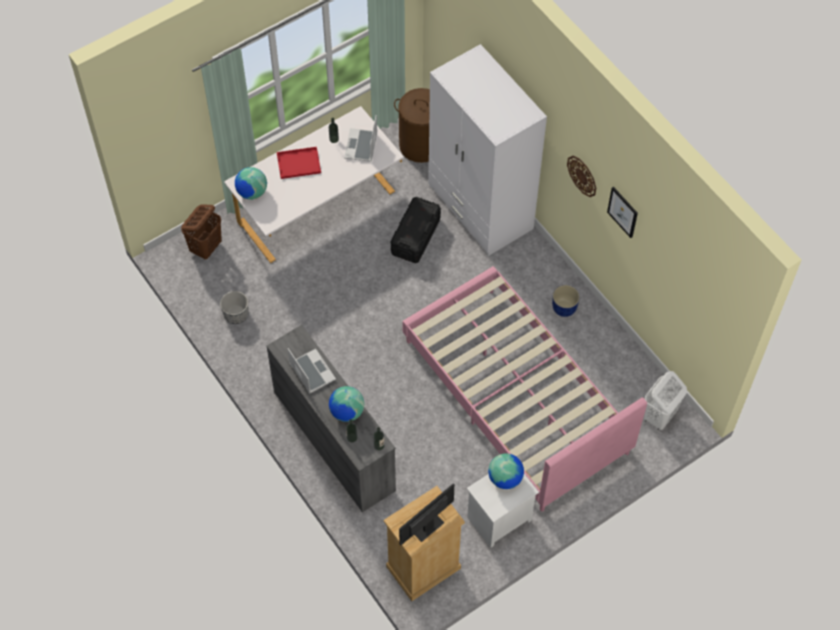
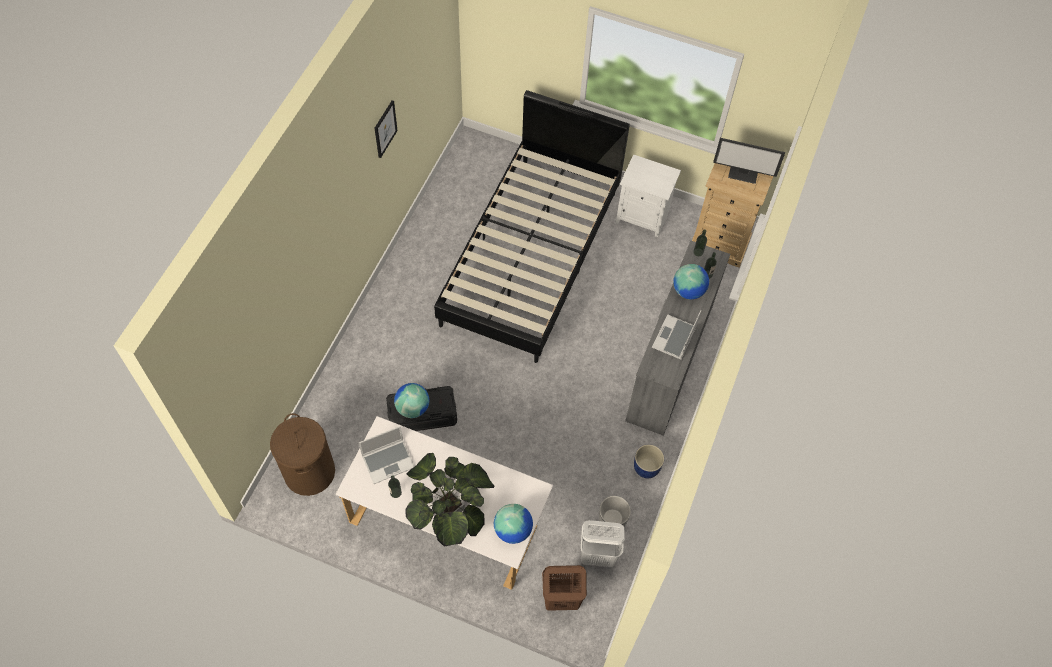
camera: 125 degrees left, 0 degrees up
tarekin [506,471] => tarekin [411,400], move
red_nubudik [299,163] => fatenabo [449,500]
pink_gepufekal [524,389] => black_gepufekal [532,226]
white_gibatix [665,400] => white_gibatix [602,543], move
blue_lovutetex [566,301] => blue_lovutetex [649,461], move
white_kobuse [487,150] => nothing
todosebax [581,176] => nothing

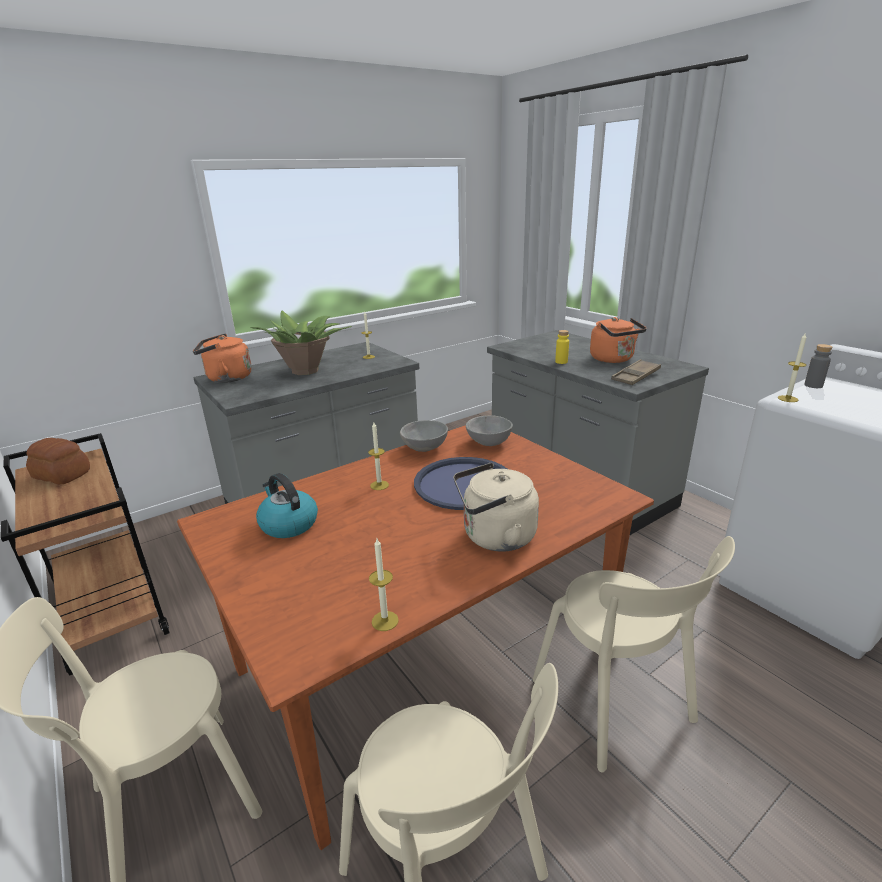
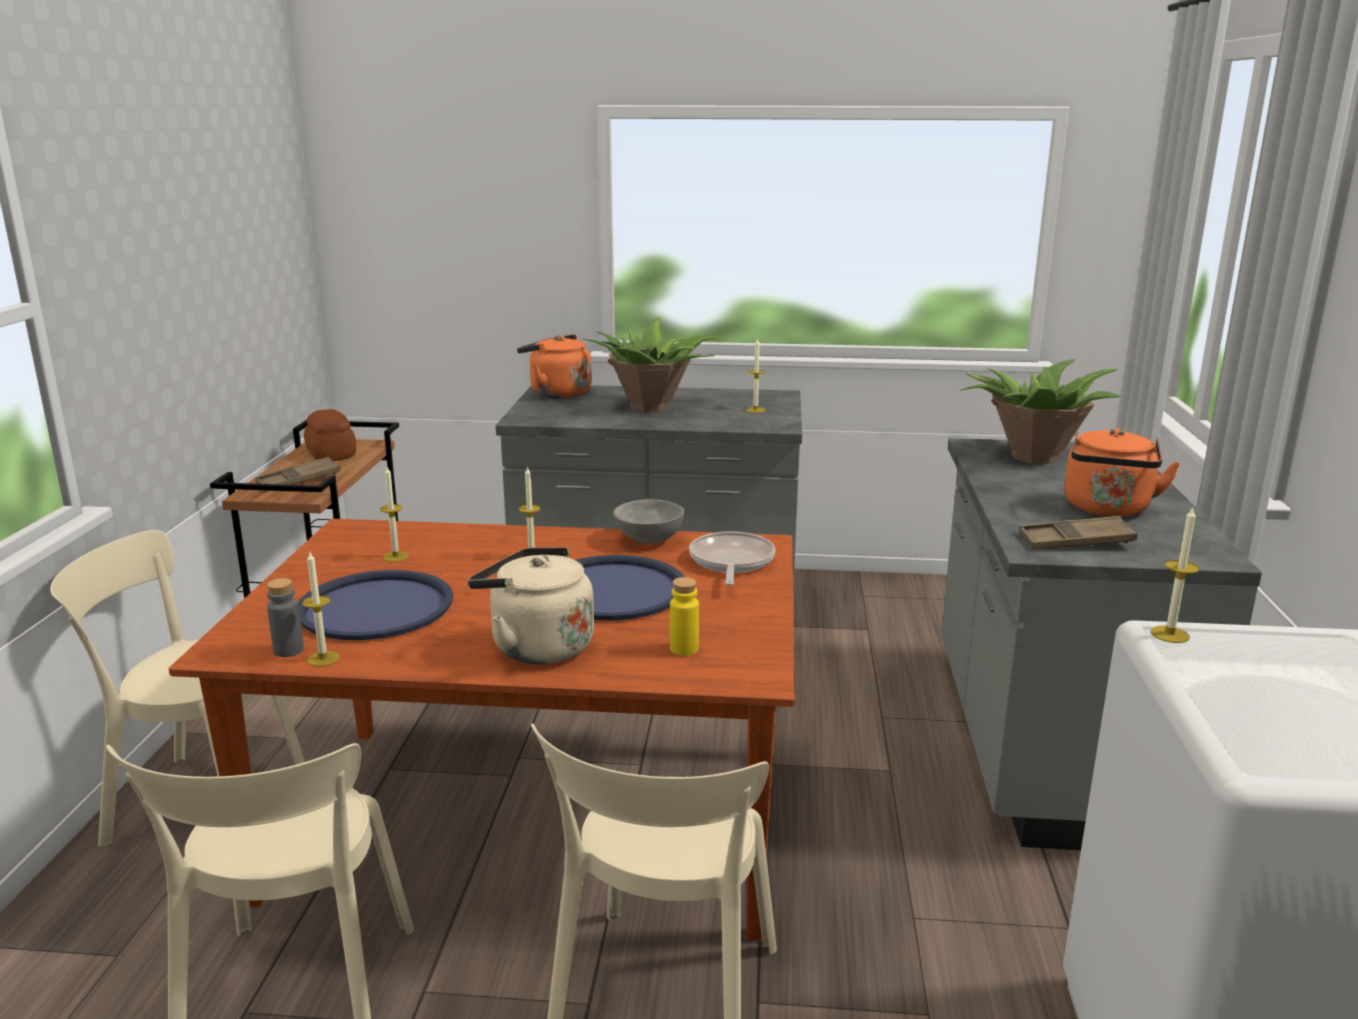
camera: 40 degrees right, 5 degrees down
nothing => brown_nubudik [298,474]
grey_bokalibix [818,366] => grey_bokalibix [285,617], move
nothing => blue_nubudik [375,605]
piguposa [287,505] => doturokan [394,514]
yellow_bokalibix [562,347] => yellow_bokalibix [684,616], move
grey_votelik [489,430] => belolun [732,558]
nothing => fatenabo [1040,411]

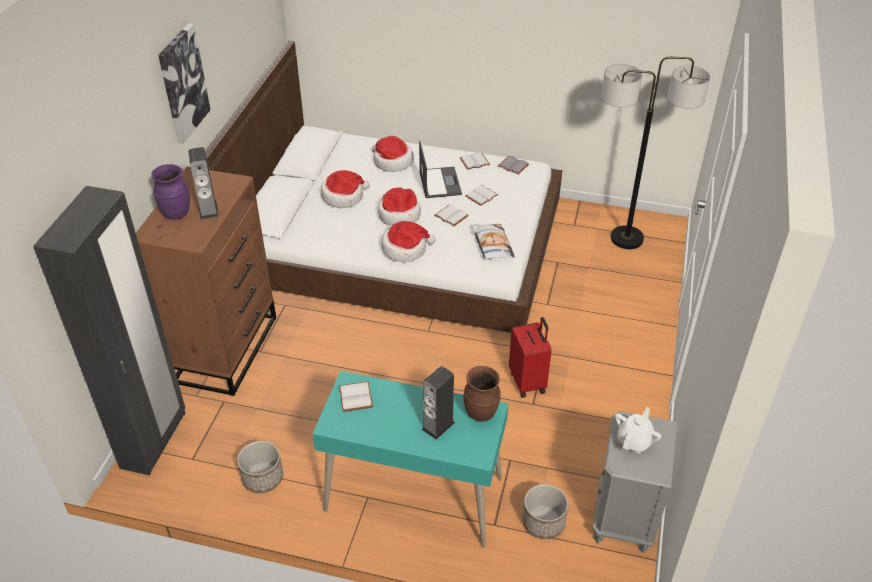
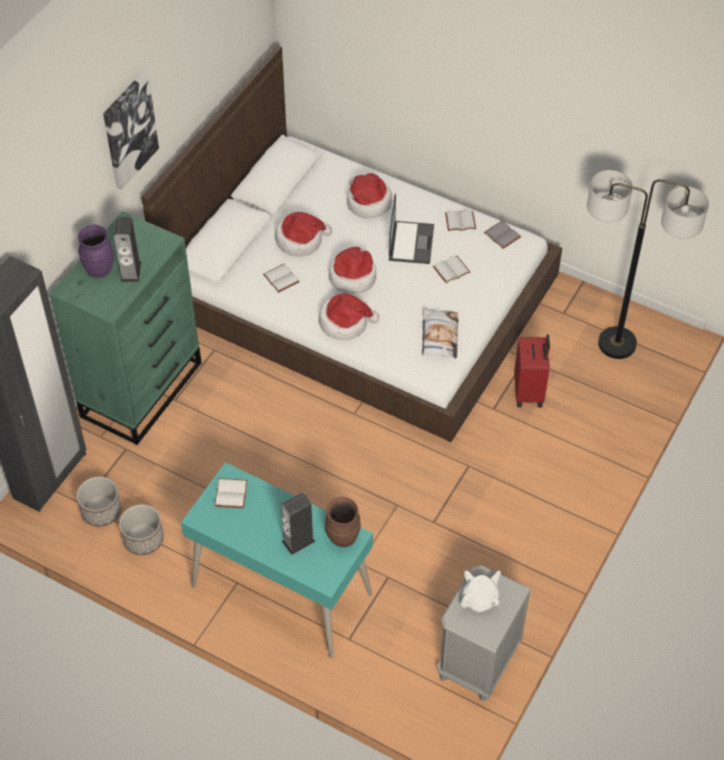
camera: 15 degrees right, 10 degrees up
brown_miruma [206,281] => green_miruma [125,328]
lovutetex [545,511] => lovutetex [99,502], move
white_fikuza [451,215] => white_fikuza [281,278], move
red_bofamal [530,357] => red_bofamal [532,371], move

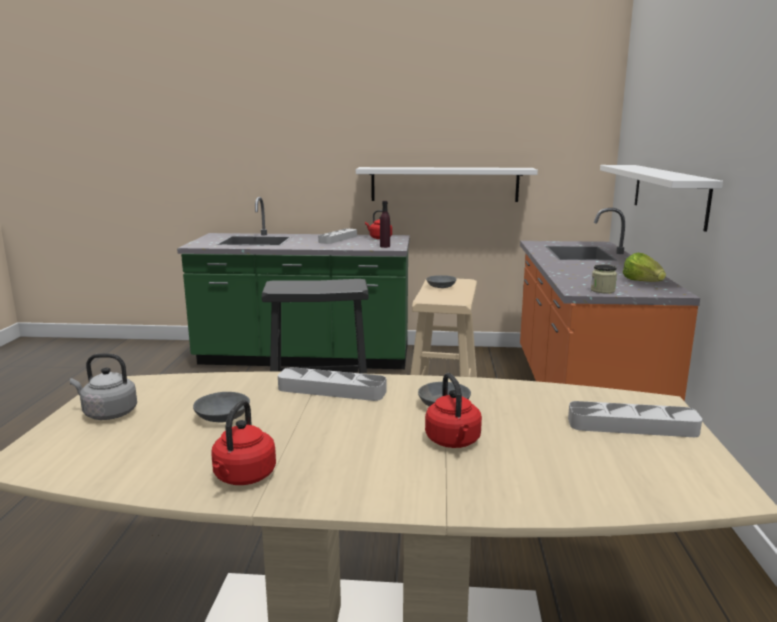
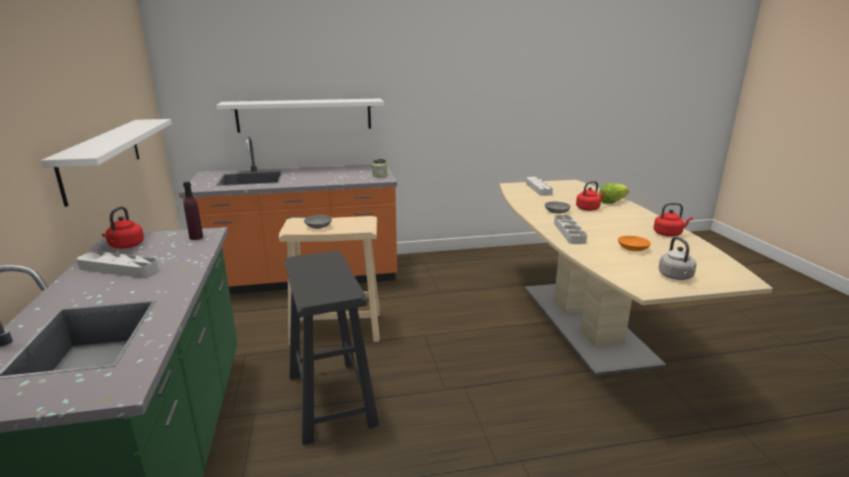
camera: 105 degrees left, 5 degrees up
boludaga [644,267] => boludaga [614,193], move
grey_votelik [221,407] => orange_votelik [634,243]

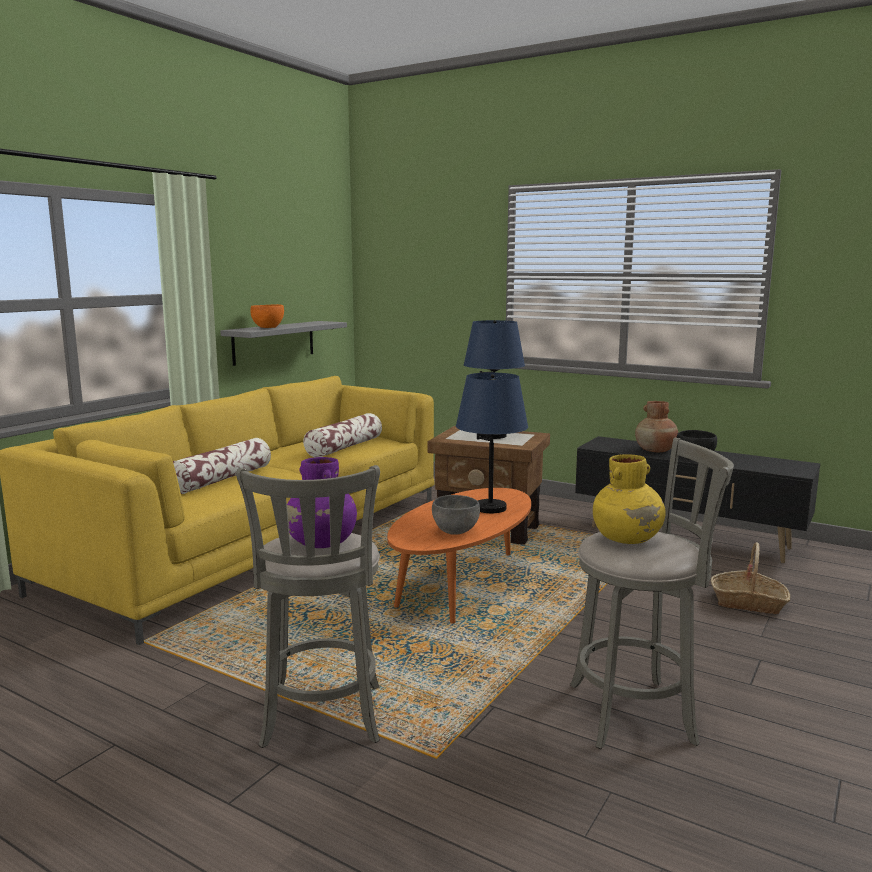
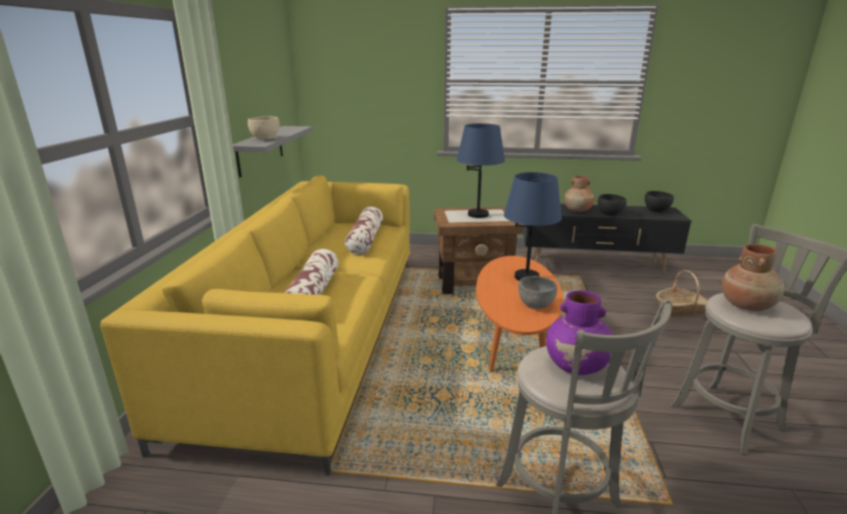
camera: 25 degrees left, 10 degrees up
orange_votelik [267,316] => beige_votelik [264,128]
nothing => black_votelik [659,201]
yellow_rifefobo [629,499] => brown_rifefobo [753,277]

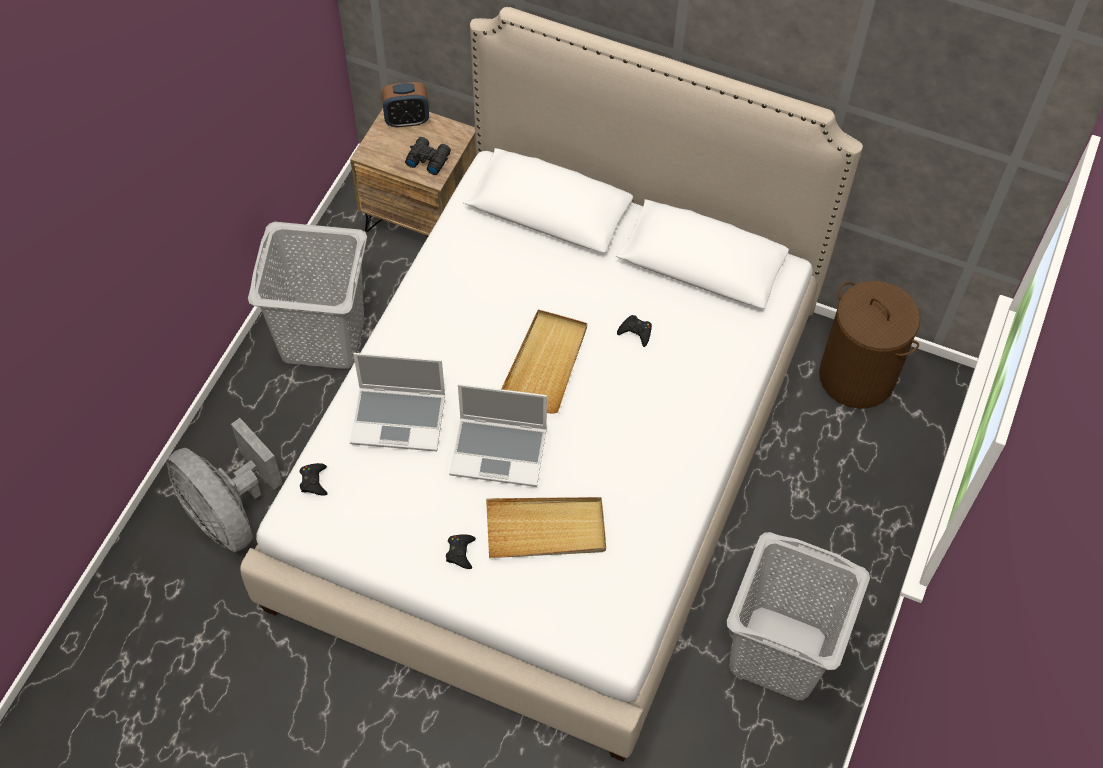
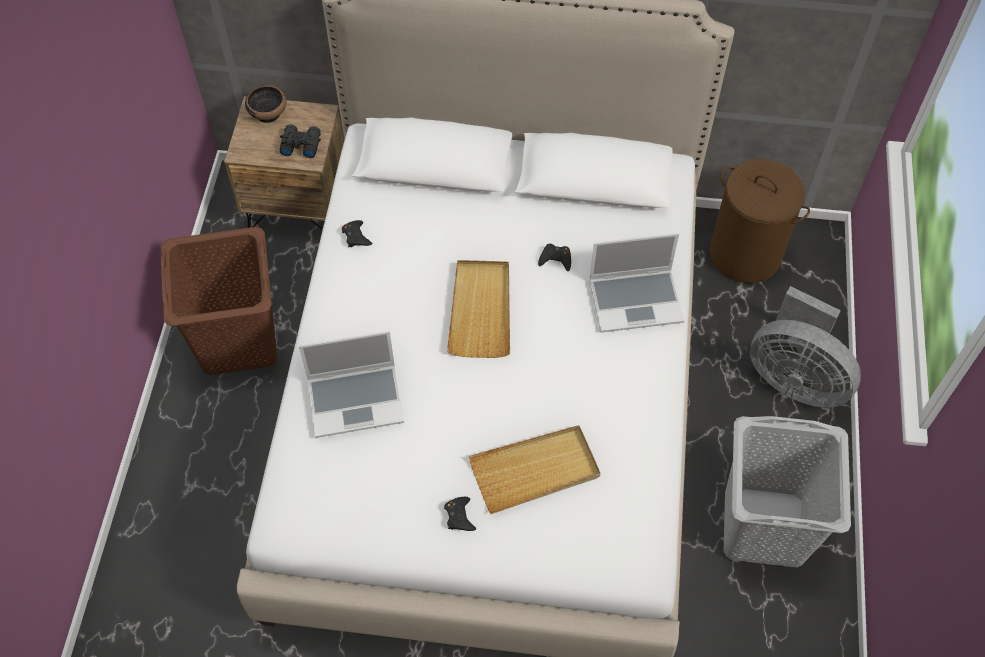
camera: 15 degrees left, 0 degrees up
grey_gibatix [307,295] => brown_gibatix [219,301]
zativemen [405,105] => votelik [265,104]
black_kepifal [313,479] => black_kepifal [357,233], move
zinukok [498,435] => zinukok [636,283], move
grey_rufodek [224,485] => grey_rufodek [805,347], move

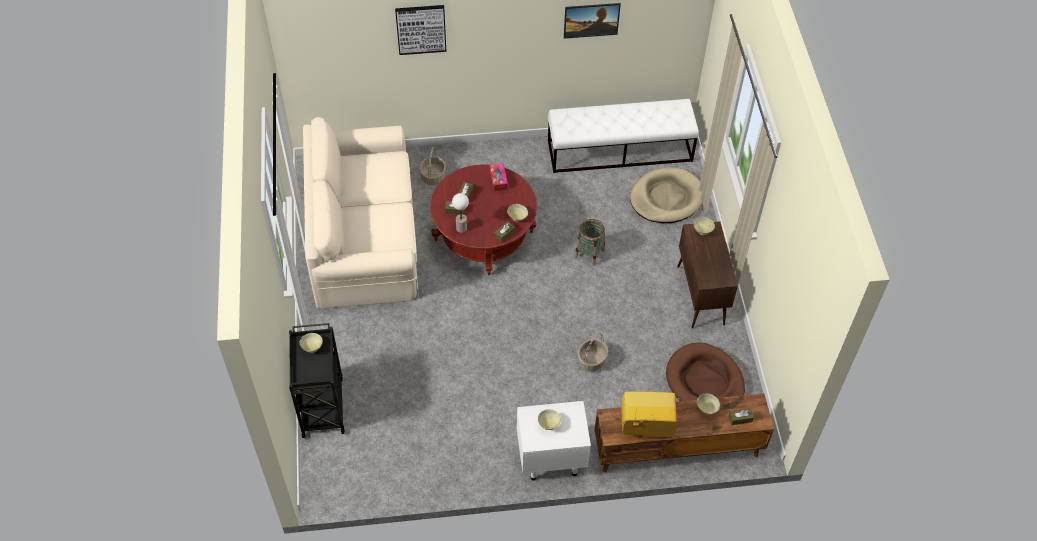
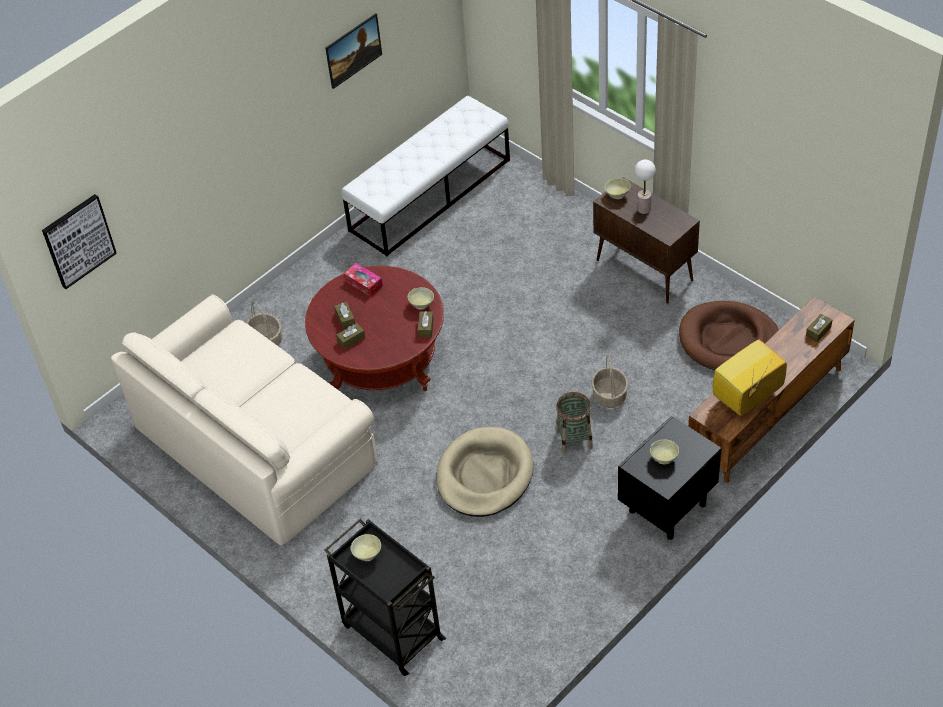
camera: 35 degrees left, 5 degrees down
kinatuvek [420,30] => kinatuvek [79,241], move
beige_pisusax [666,195] => beige_pisusax [485,472], move
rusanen [590,242] => rusanen [574,423], move
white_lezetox [554,440] => black_lezetox [670,478]
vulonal [460,213] => vulonal [645,186], move
beige_votelik [708,403] => nothing

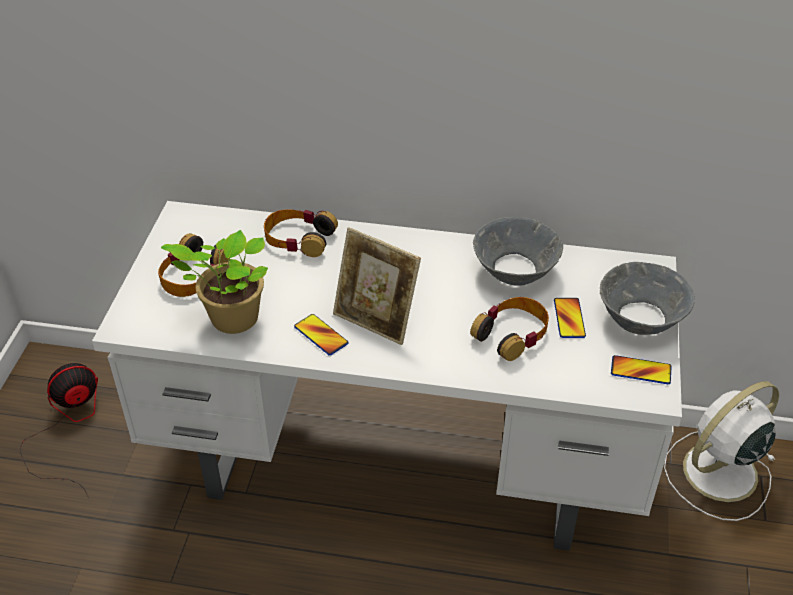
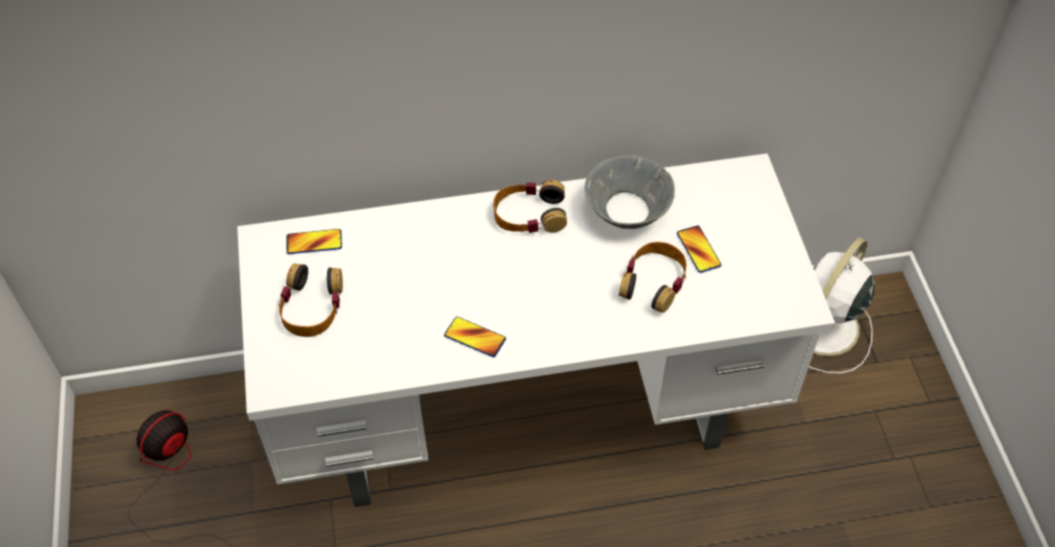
camera: 20 degrees left, 10 degrees up
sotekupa [641,369] => sotekupa [314,241], move
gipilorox [301,233] => gipilorox [530,206], move
fatenabo [214,282] => nothing
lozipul [377,286] => nothing
grey_votelik [647,298] => nothing

